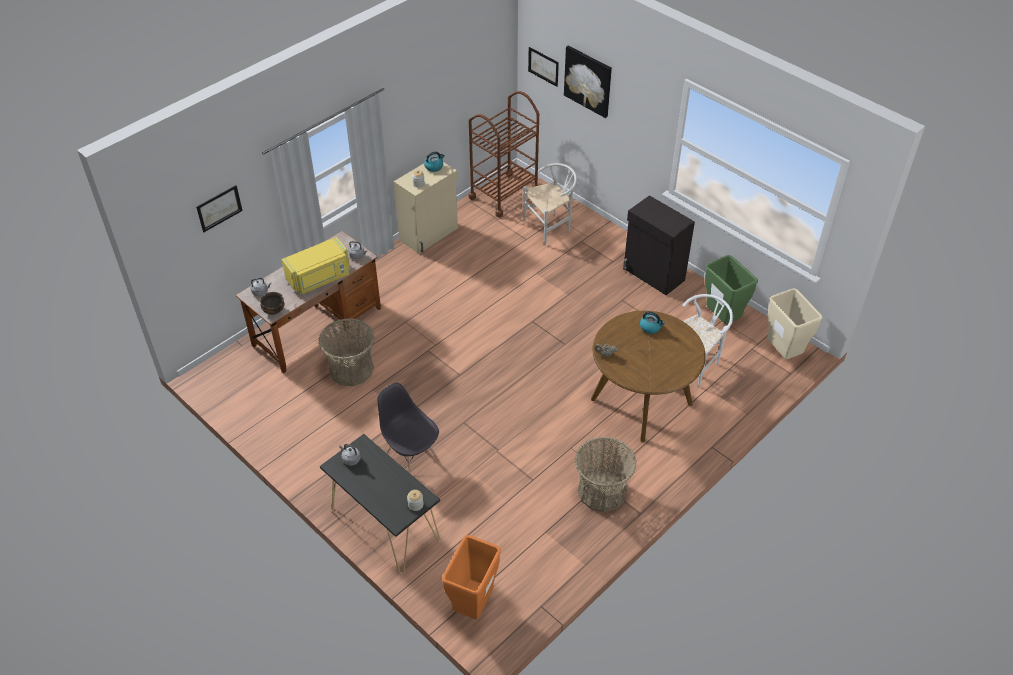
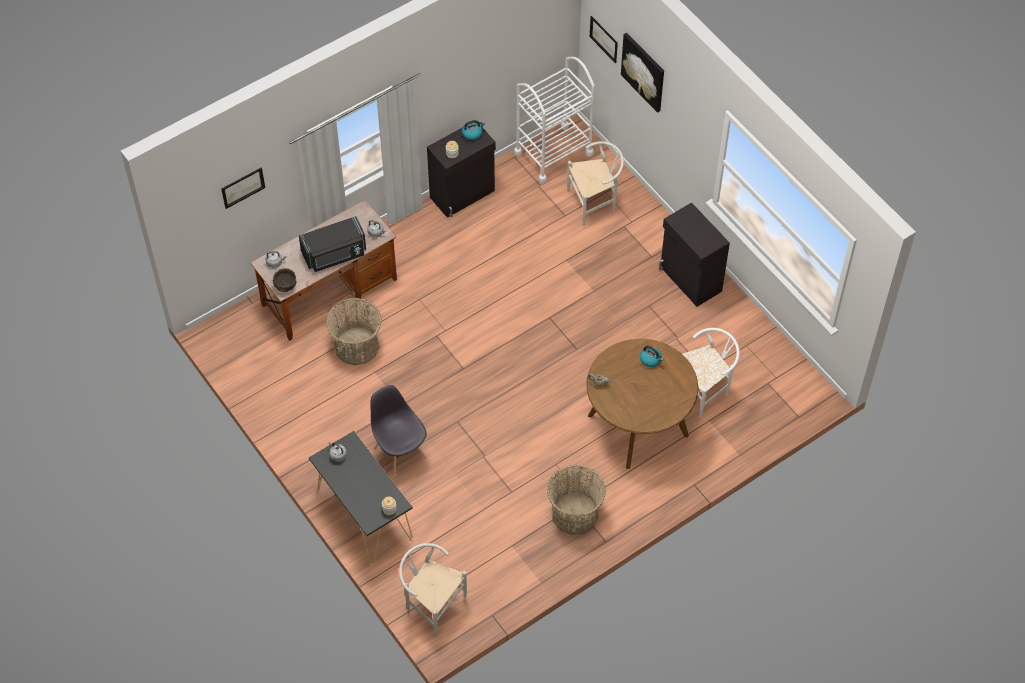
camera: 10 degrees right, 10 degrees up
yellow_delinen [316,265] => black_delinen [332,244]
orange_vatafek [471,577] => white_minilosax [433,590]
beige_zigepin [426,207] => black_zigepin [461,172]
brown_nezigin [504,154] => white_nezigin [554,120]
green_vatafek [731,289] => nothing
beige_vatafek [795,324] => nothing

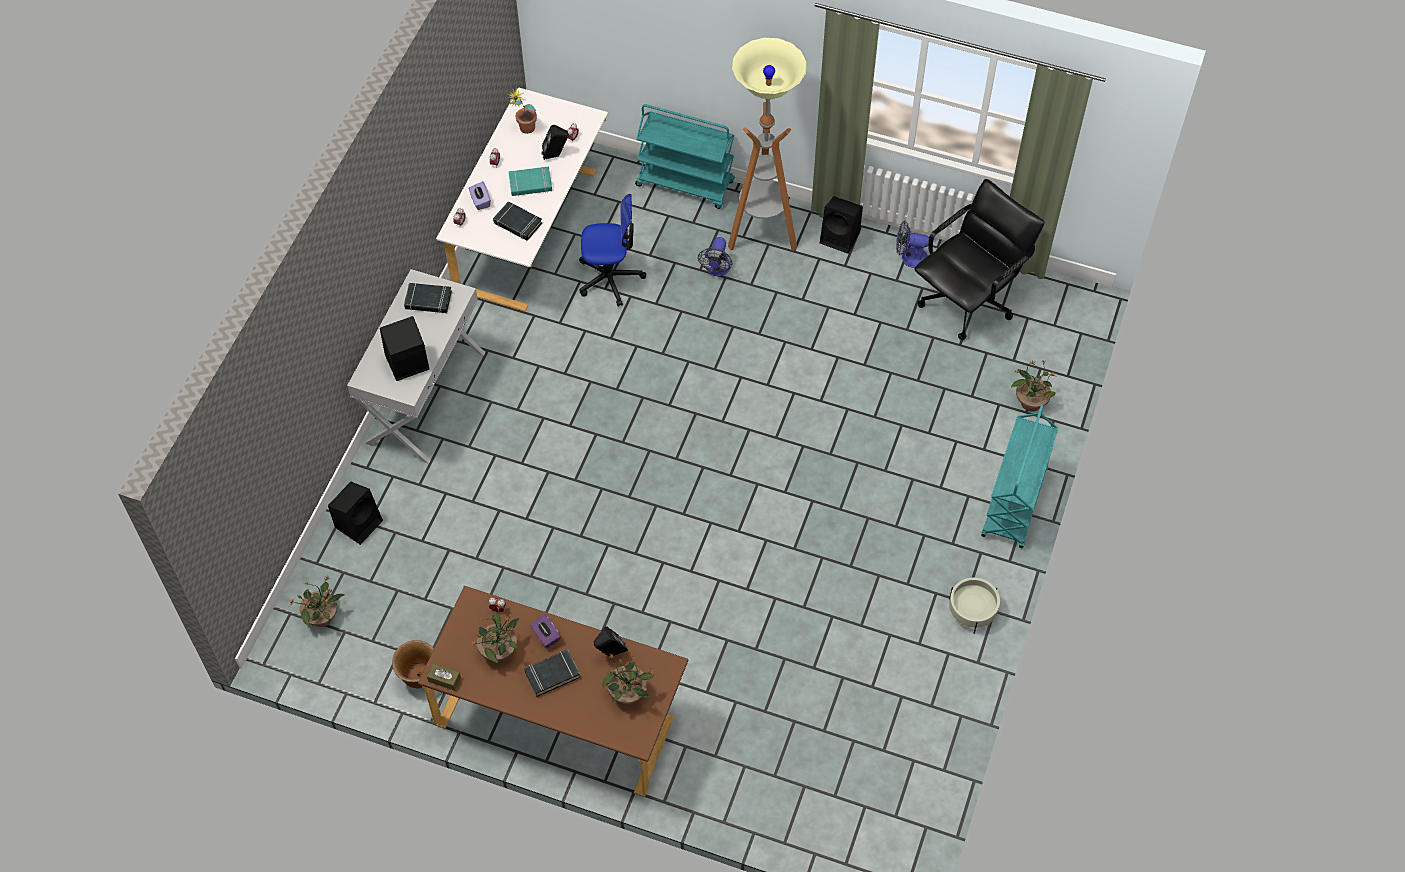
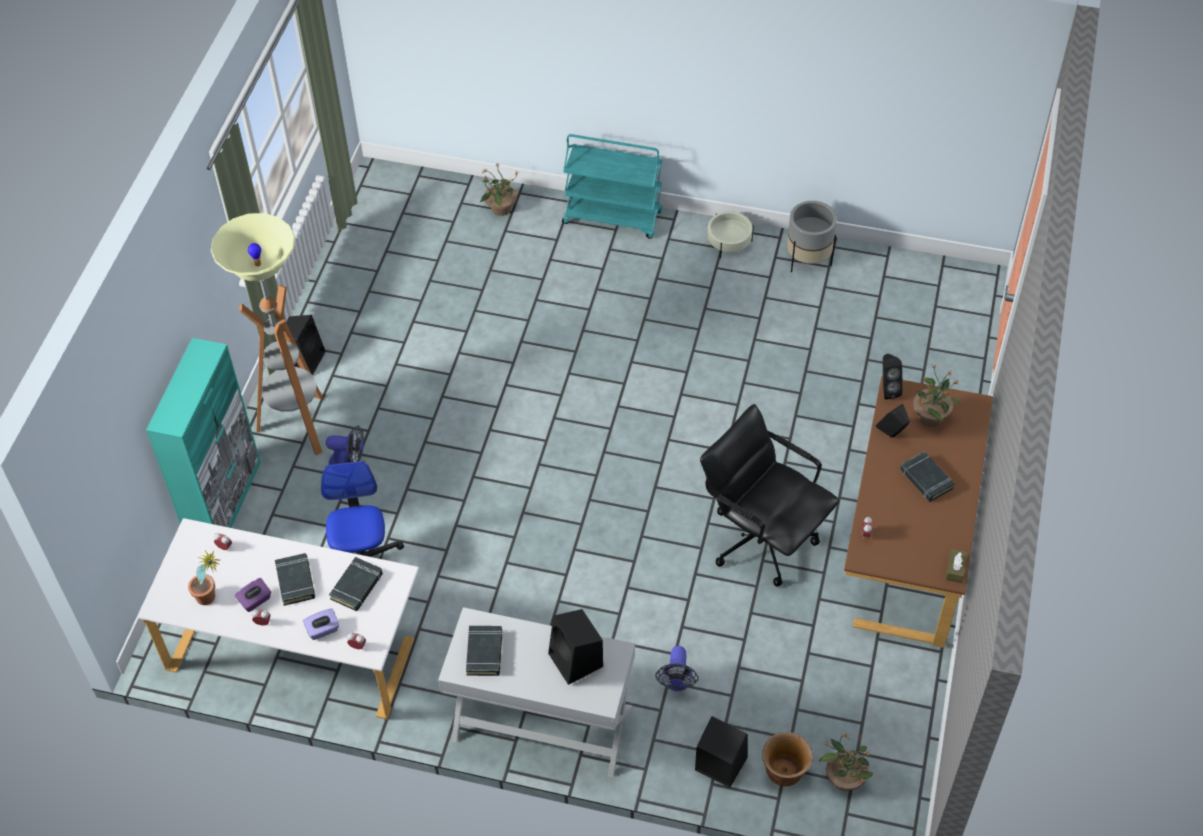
camera: 95 degrees left, 5 degrees down
turquoise_nezigin [685,156] => turquoise_zigepin [203,433]
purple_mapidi [545,631] => purple_mapidi [253,595], move
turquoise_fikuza [530,181] => black_fikuza [295,579]
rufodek [912,244] => rufodek [677,668], move
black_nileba [979,259] => black_nileba [769,495], move
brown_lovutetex [413,664] => brown_lovutetex [787,759], move
nothing => grey_lovutetex [812,236]
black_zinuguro [554,142] => black_zinuguro [893,376], move
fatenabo [496,633] => nothing

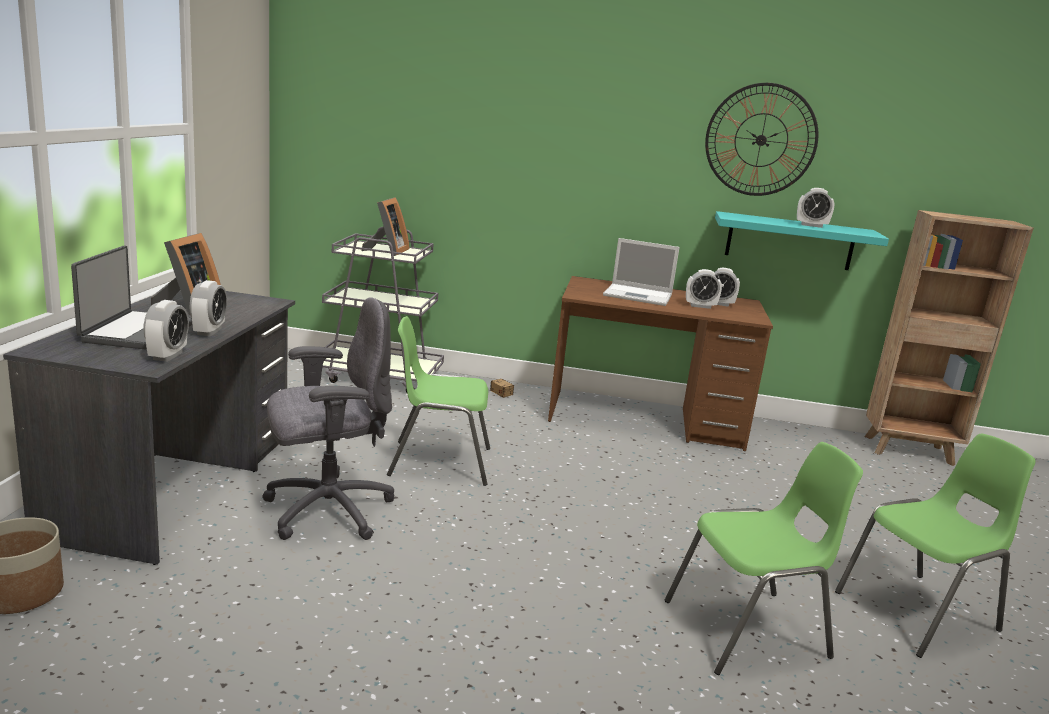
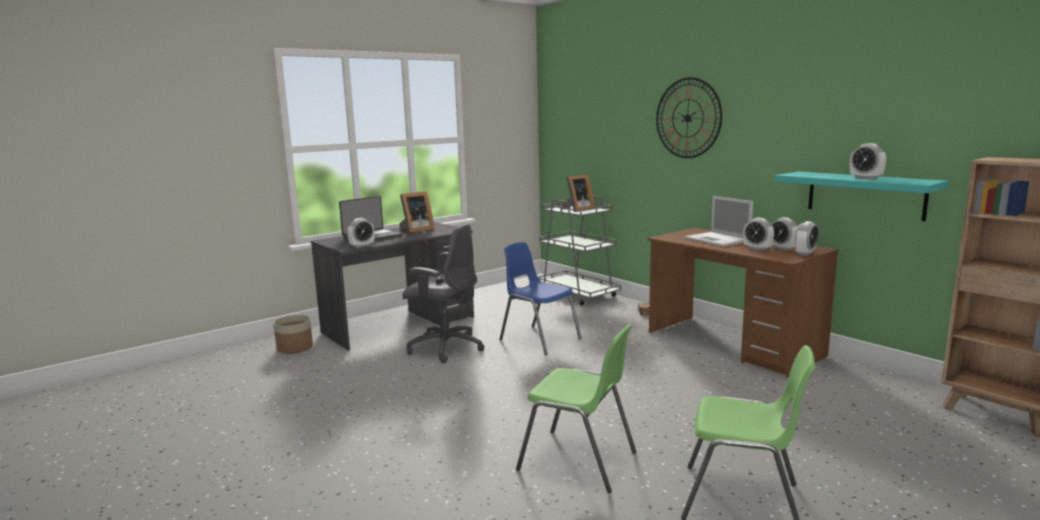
camera: 45 degrees right, 5 degrees down
green_minilosax [438,401] => blue_minilosax [540,298]
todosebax [762,139] => todosebax [689,117], move
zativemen [208,308] => zativemen [807,238], move

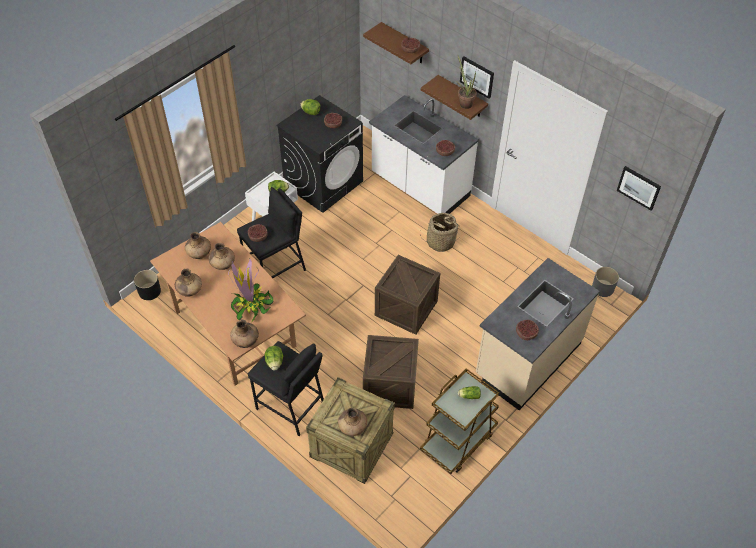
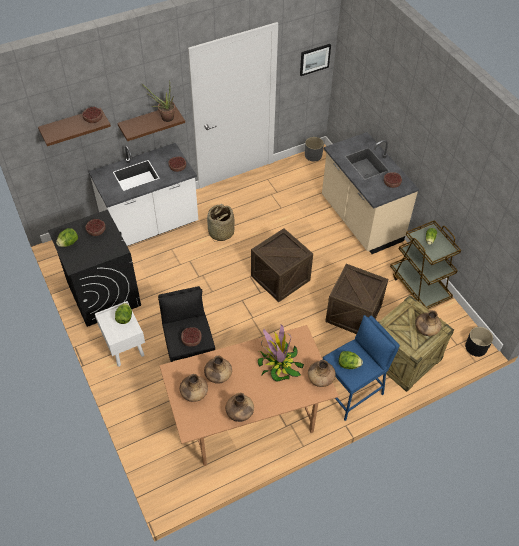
camera: 70 degrees left, 0 degrees up
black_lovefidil [286,388] => blue_lovefidil [361,368]
black_lovutetex [147,285] => black_lovutetex [479,342], move
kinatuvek [477,78] => nothing

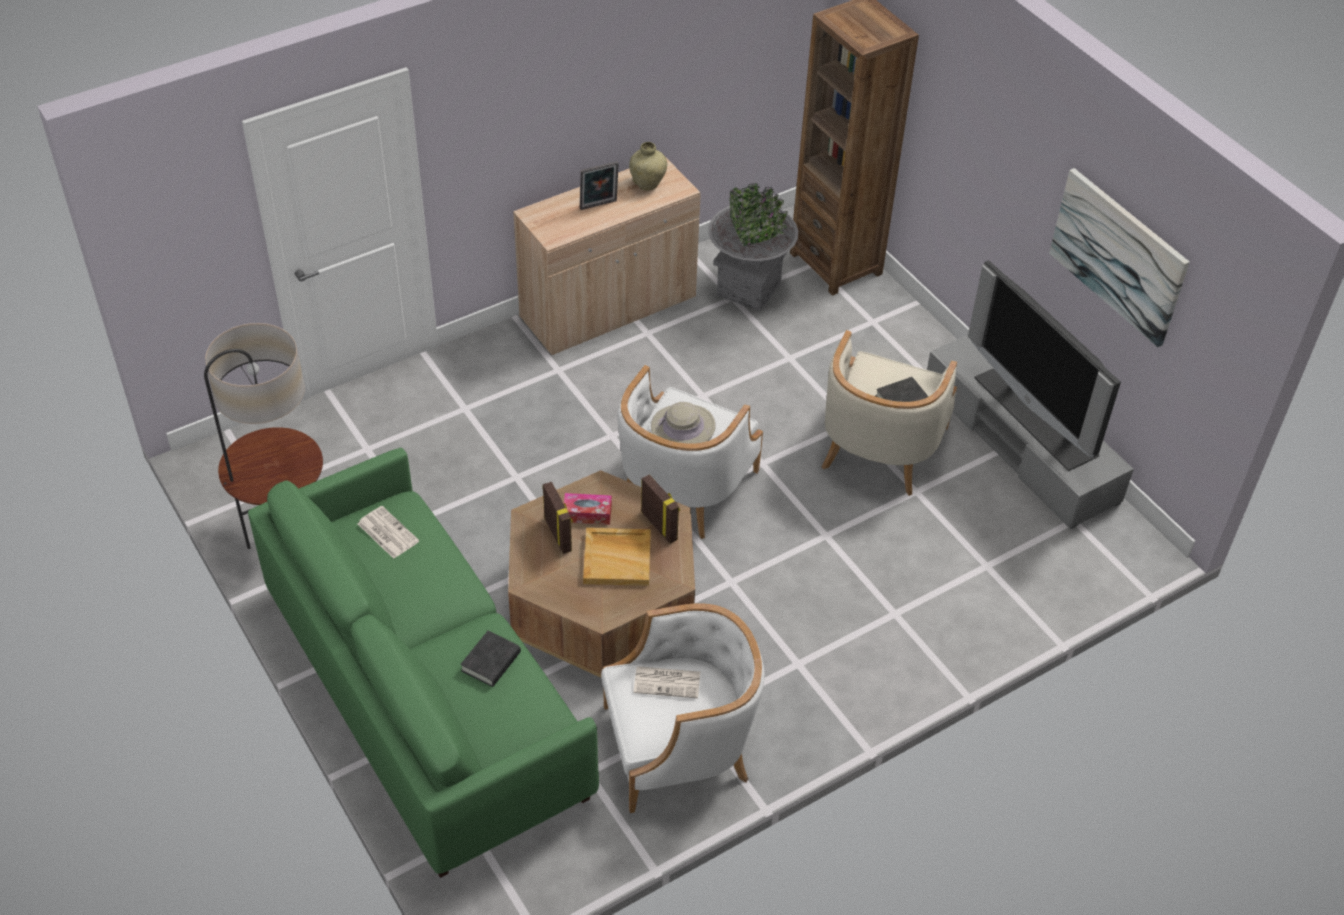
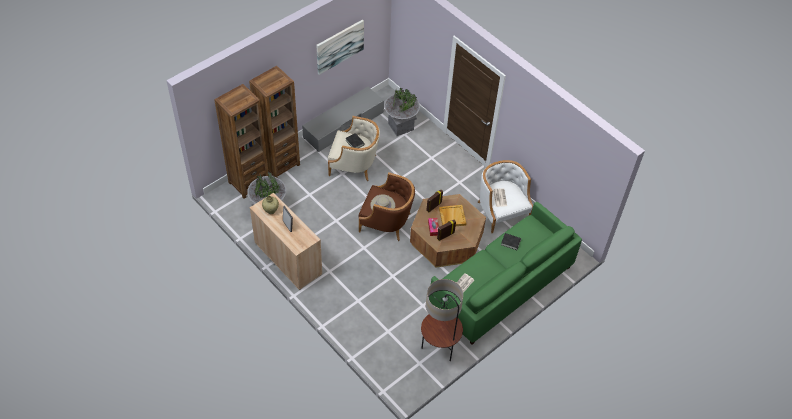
camera: 100 degrees left, 5 degrees up
nothing => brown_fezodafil [274,122]
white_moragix [690,452] => brown_moragix [387,206]
nothing => grey_lovutetex [402,112]
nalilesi [1044,365] => nothing

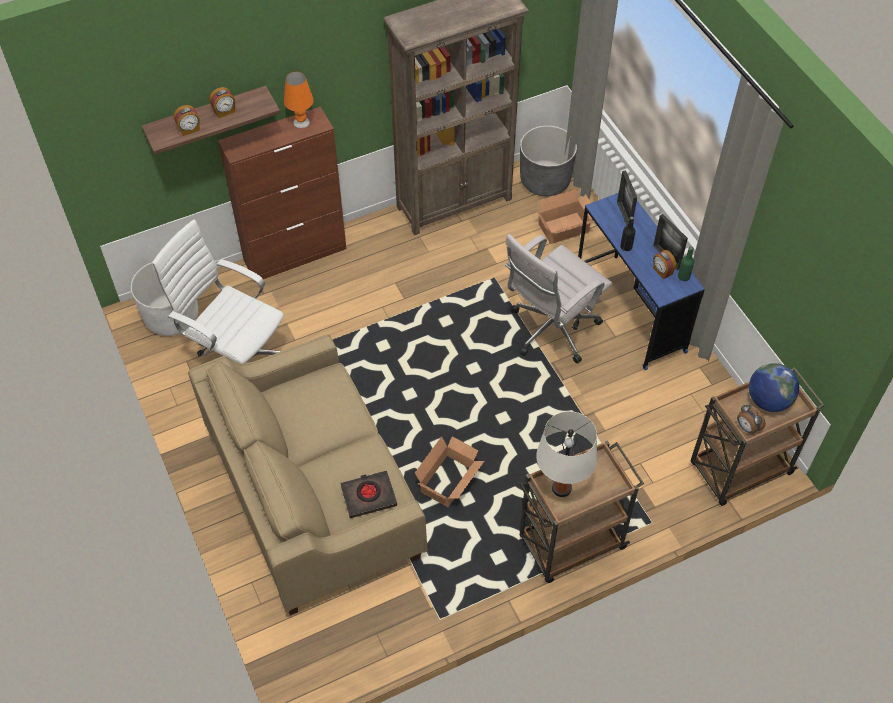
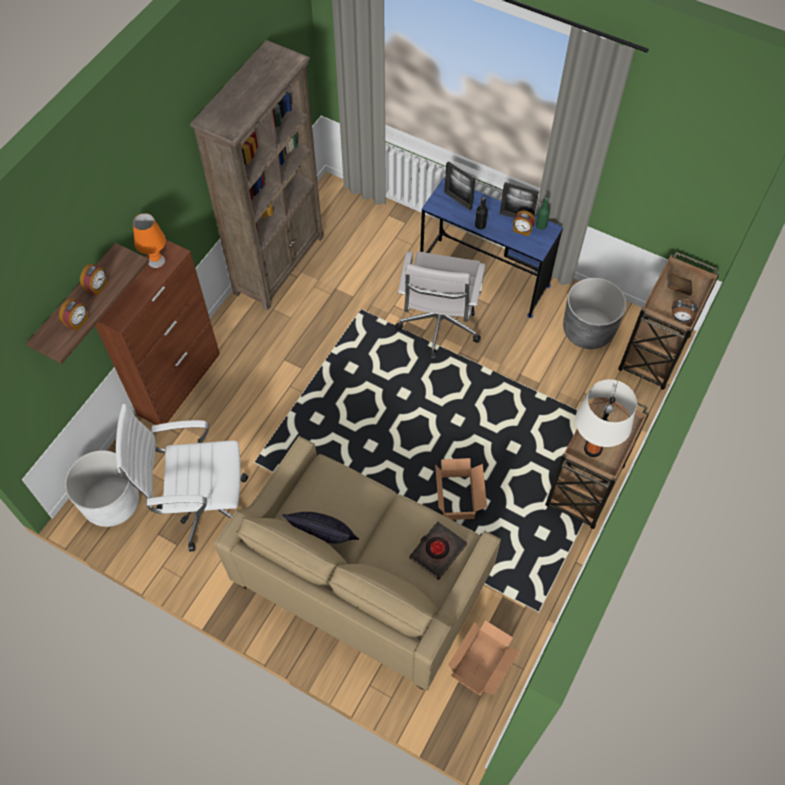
camera: 35 degrees left, 5 degrees up
nothing => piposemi [320,527]
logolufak [564,216] => logolufak [484,658], move
grey_lovutetex [548,160] => grey_lovutetex [594,313], move
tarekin [774,387] => brown_fikuza [679,284]

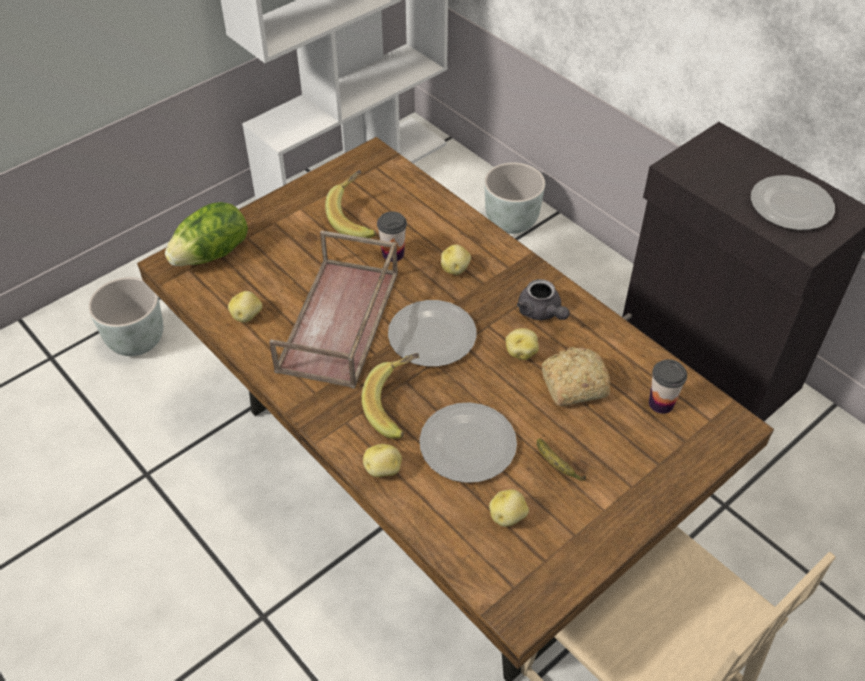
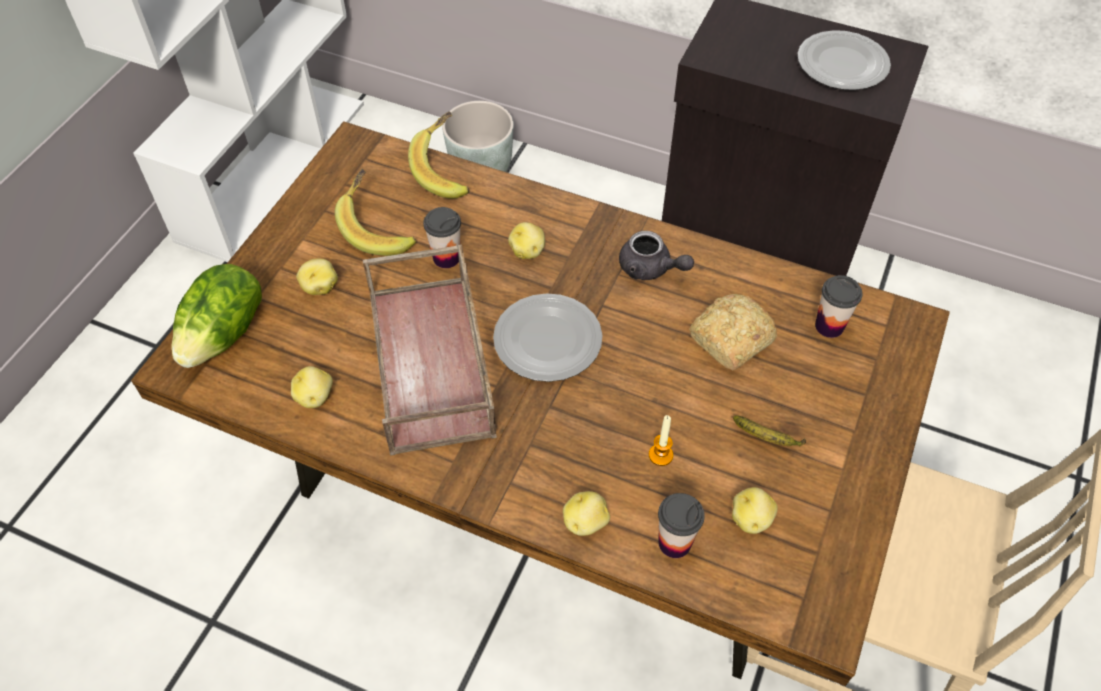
camera: 25 degrees left, 5 degrees up
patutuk [522,344] => patutuk [317,277], move
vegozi [390,396] => vegozi [438,155], move
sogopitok [468,442] => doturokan [661,440]
nothing => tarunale [681,525]
grey_lovutetex [125,316] => nothing

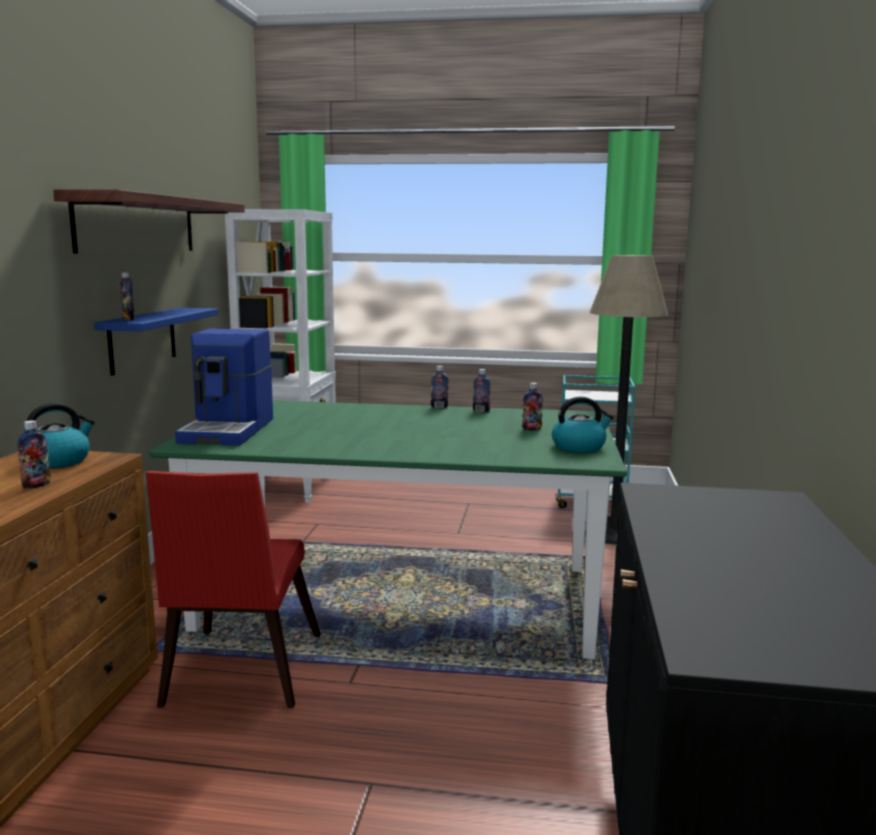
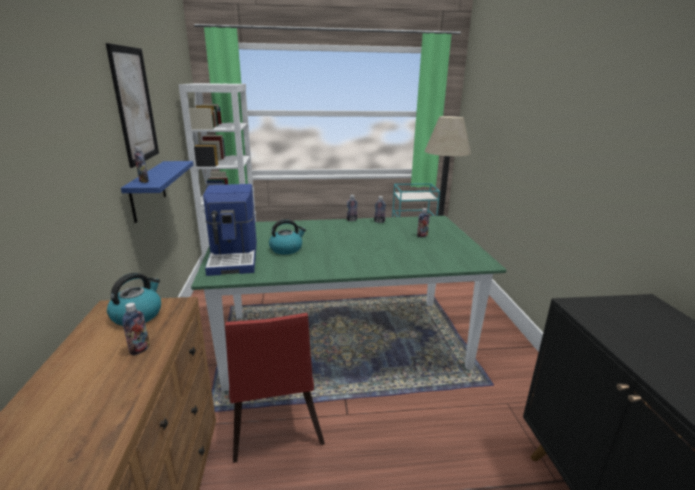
camera: 15 degrees left, 10 degrees up
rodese [149,222] => kinatuvek [132,105]
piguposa [583,425] => piguposa [287,237], move

